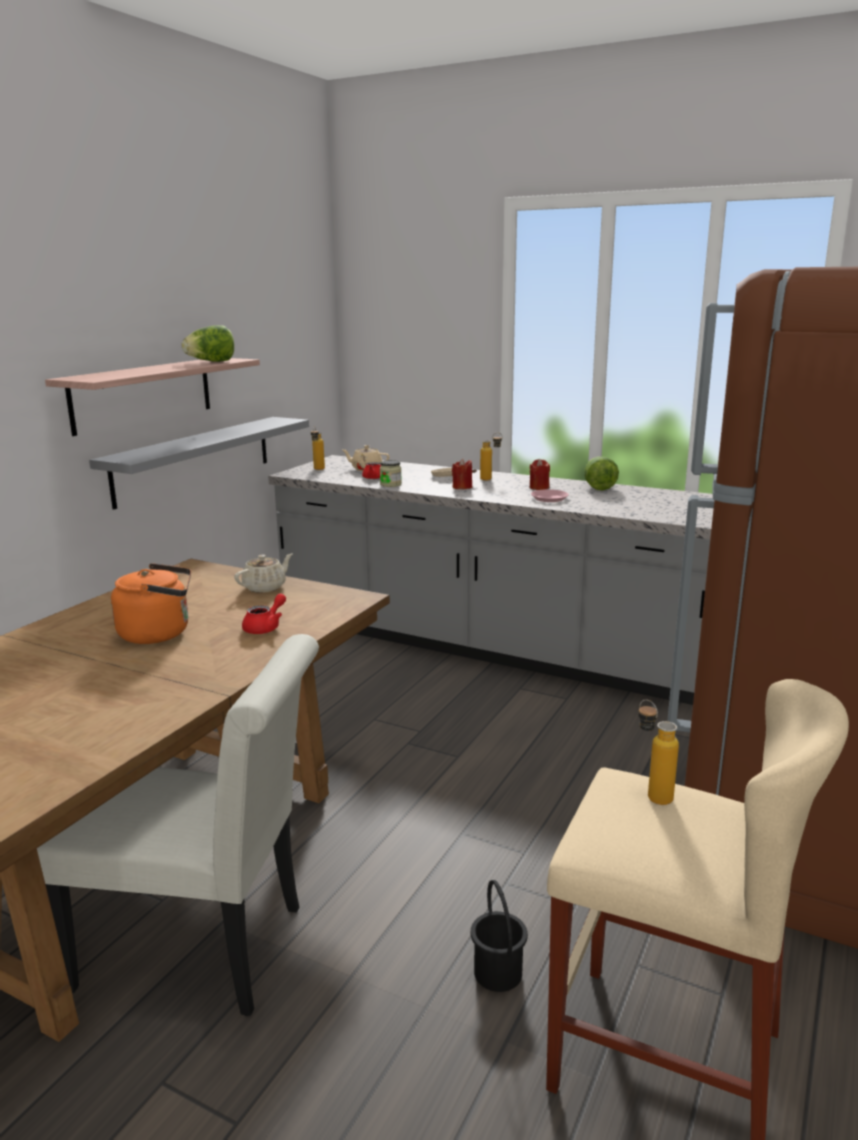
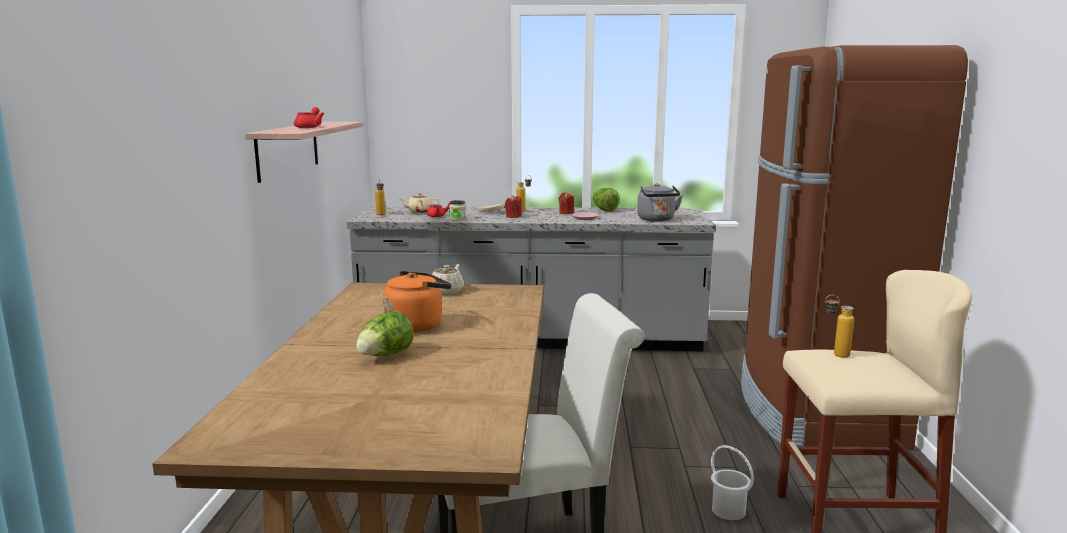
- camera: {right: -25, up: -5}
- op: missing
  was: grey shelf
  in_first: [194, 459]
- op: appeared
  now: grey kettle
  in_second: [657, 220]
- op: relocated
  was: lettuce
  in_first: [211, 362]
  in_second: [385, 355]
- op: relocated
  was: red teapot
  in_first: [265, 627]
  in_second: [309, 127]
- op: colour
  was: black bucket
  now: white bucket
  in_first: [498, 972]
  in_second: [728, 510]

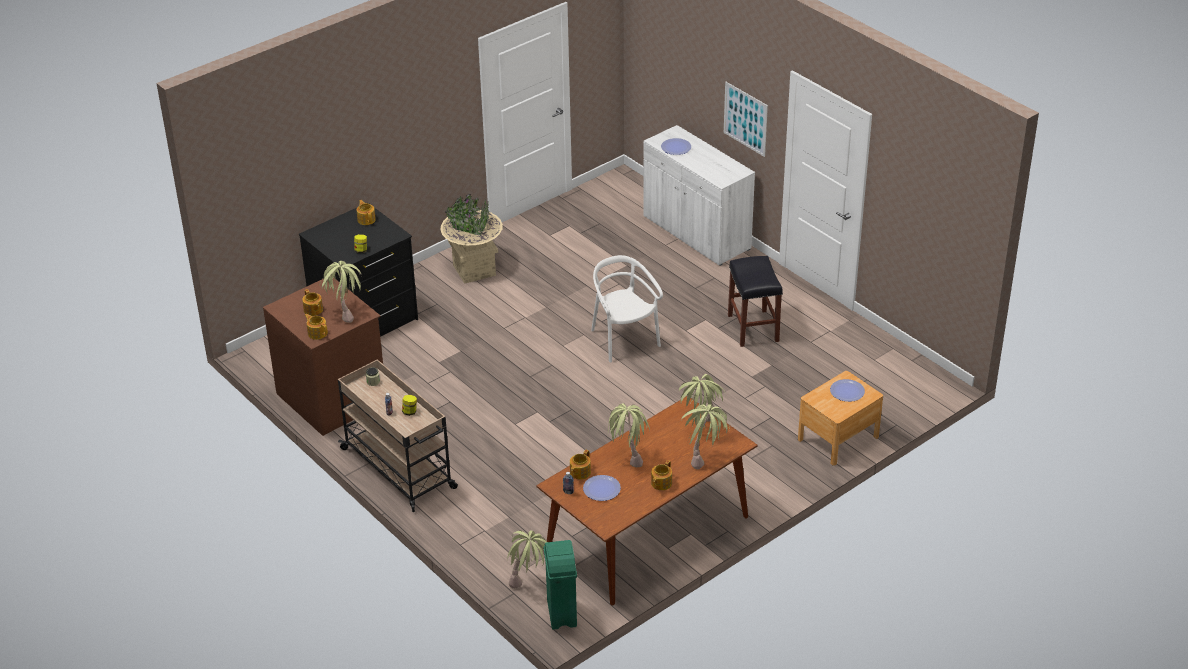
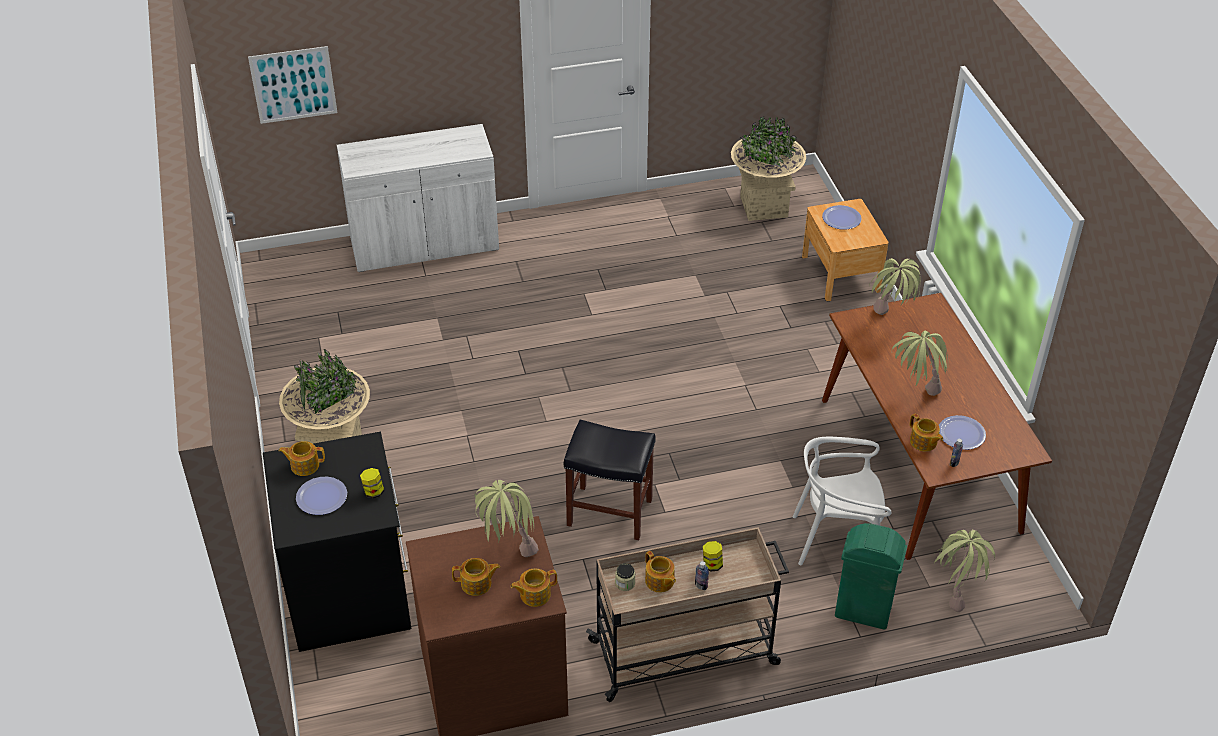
- camera: {right: -65, up: 5}
- op: missing
  was: potted plant
  in_first: [705, 458]
- op: appeared
  now: beige planter
  in_second: [764, 207]
- op: relocated
  was: green trash can
  in_first: [561, 614]
  in_second: [863, 612]
- op: relocated
  was: white chair
  in_first: [623, 340]
  in_second: [836, 540]
- op: relocated
  was: teapot
  in_first: [661, 483]
  in_second: [659, 581]
- op: relocated
  was: plate
  in_first: [676, 147]
  in_second: [321, 497]
- op: relocated
  was: picture
  in_first: [745, 119]
  in_second: [293, 85]
- op: relocated
  was: black stool
  in_first: [753, 328]
  in_second: [611, 512]

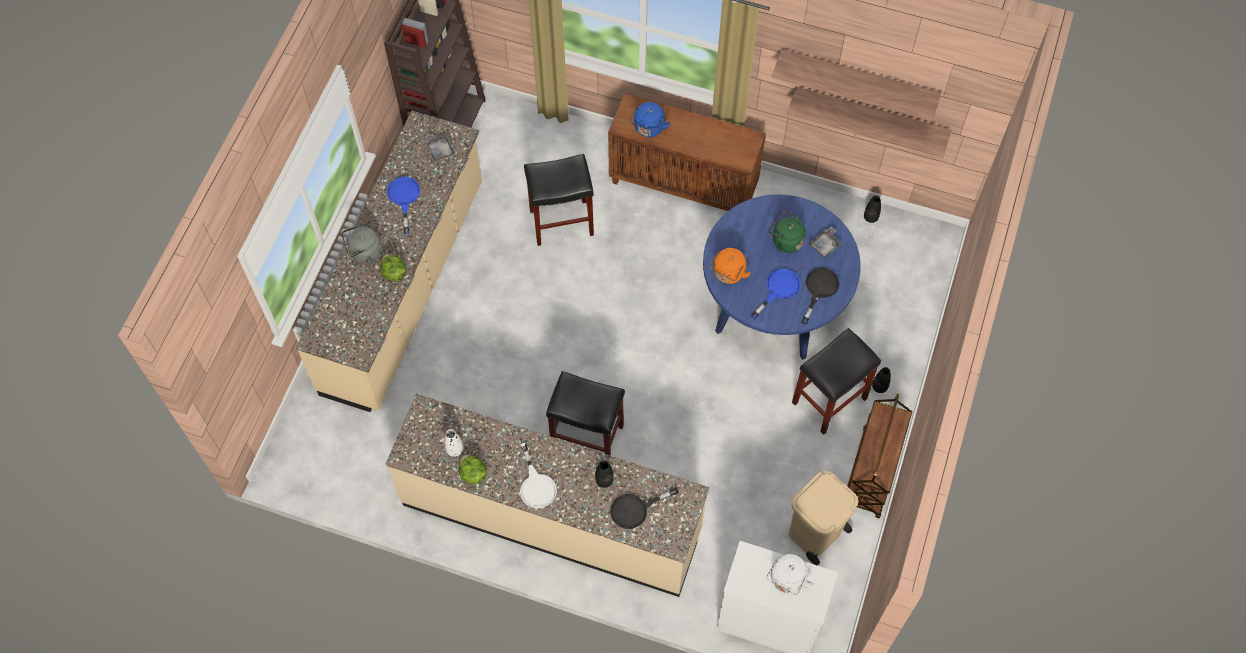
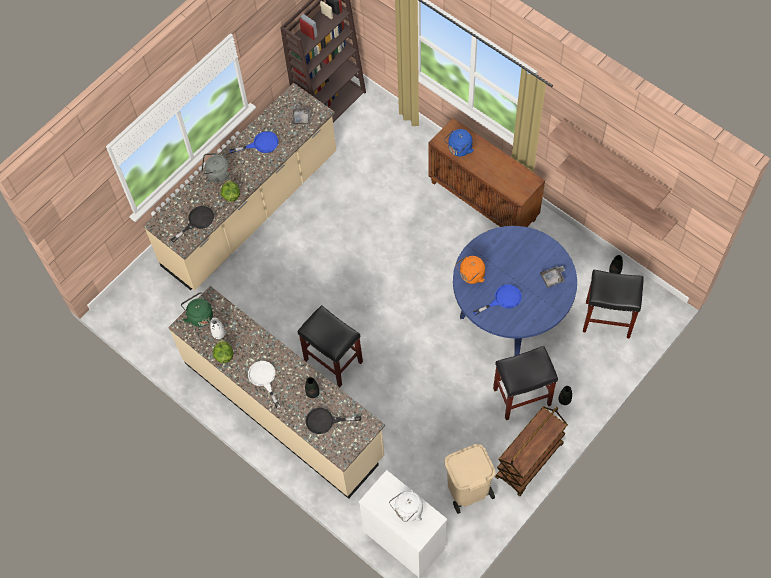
- camera: {right: 25, up: 0}
- op: relocated
  was: black stool
  in_first: [560, 223]
  in_second: [606, 319]
- op: relocated
  was: green kettle
  in_first: [785, 240]
  in_second: [199, 315]
- op: relocated
  was: black frying pan
  in_first: [819, 290]
  in_second: [197, 221]
- op: spun
  was: blue frying pan
  in_first: [404, 198]
  in_second: [261, 144]
  clockwise: 60
- op: spun
  was: white frying pan
  in_first: [536, 485]
  in_second: [264, 379]
  clockwise: 150

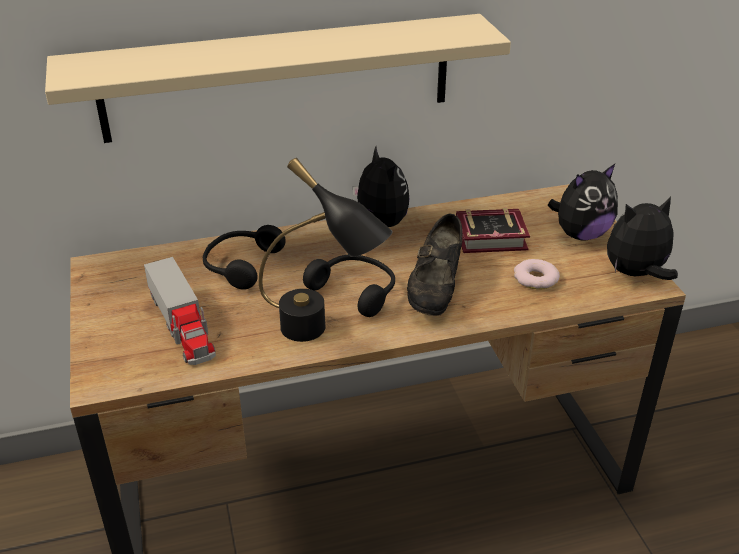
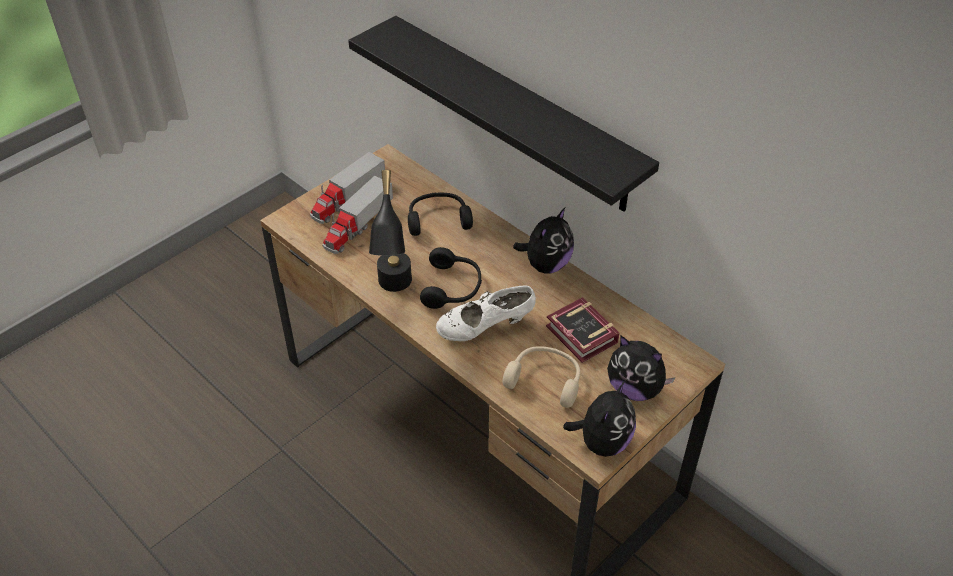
- camera: {right: 60, up: 10}
- op: appeared
  now: toy truck
  in_second: [348, 198]
- op: exchanged
  was: donut
  now: beige headphones
  in_first: [535, 279]
  in_second: [545, 380]
- op: colour
  was: beige shelf
  now: black shelf
  in_first: [278, 78]
  in_second: [515, 113]
- op: colour
  was: black shoe
  now: white shoe
  in_first: [435, 290]
  in_second: [485, 328]
- op: spun
  was: plush toy
  in_first: [636, 274]
  in_second: [602, 442]
  clockwise: 75

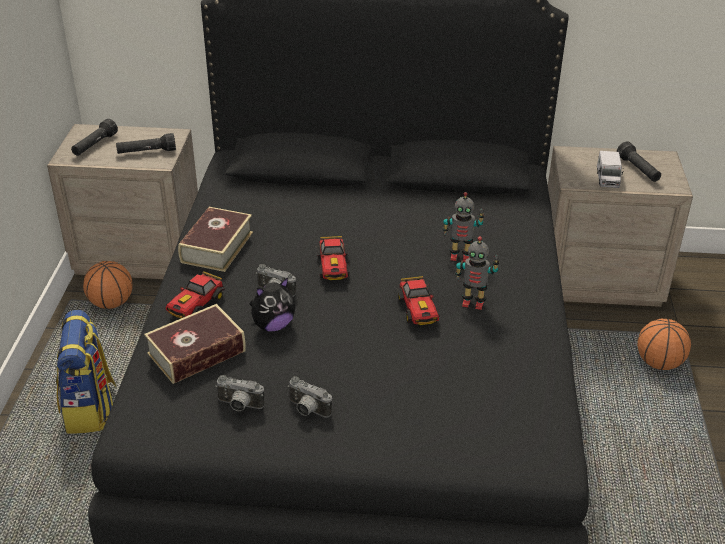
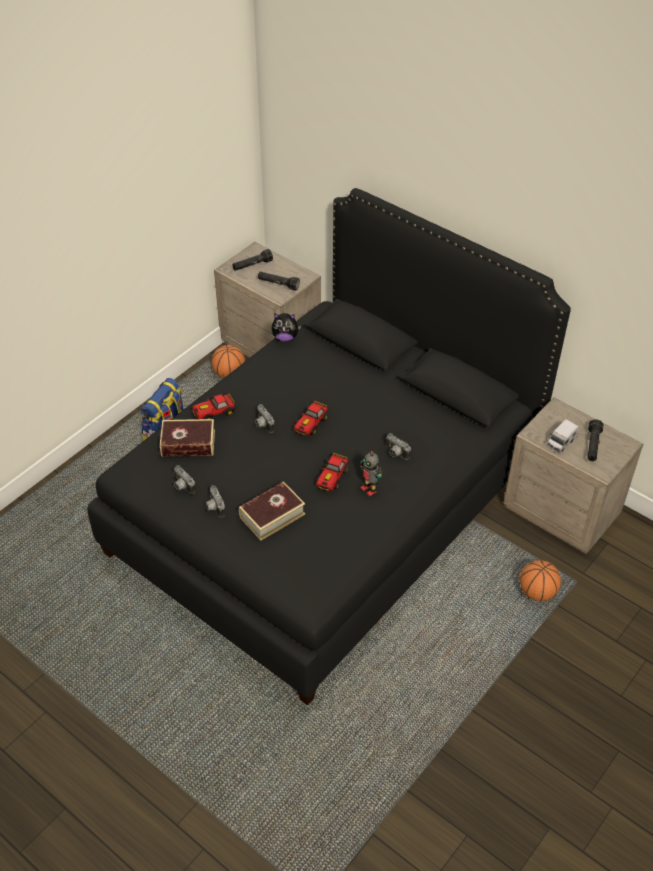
- camera: {right: 35, up: 10}
- op: relocated
  was: book
  in_first: [217, 247]
  in_second: [272, 515]
- op: relocated
  was: plush toy
  in_first: [273, 325]
  in_second: [285, 337]
- op: exchanged
  was: toy robot
  now: photo camera
  in_first: [460, 256]
  in_second: [395, 453]

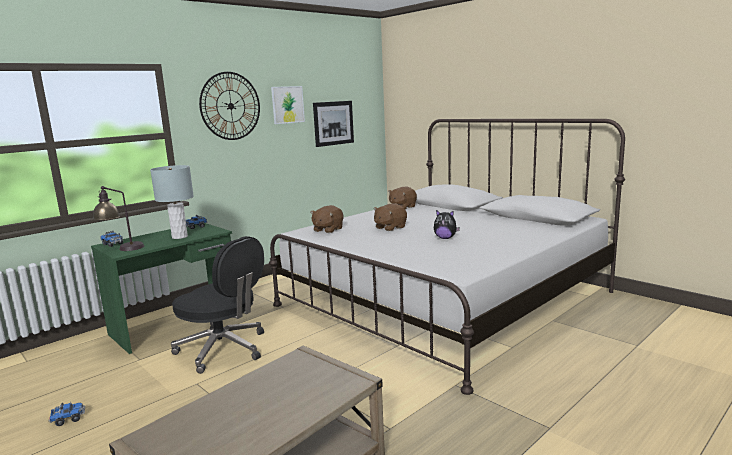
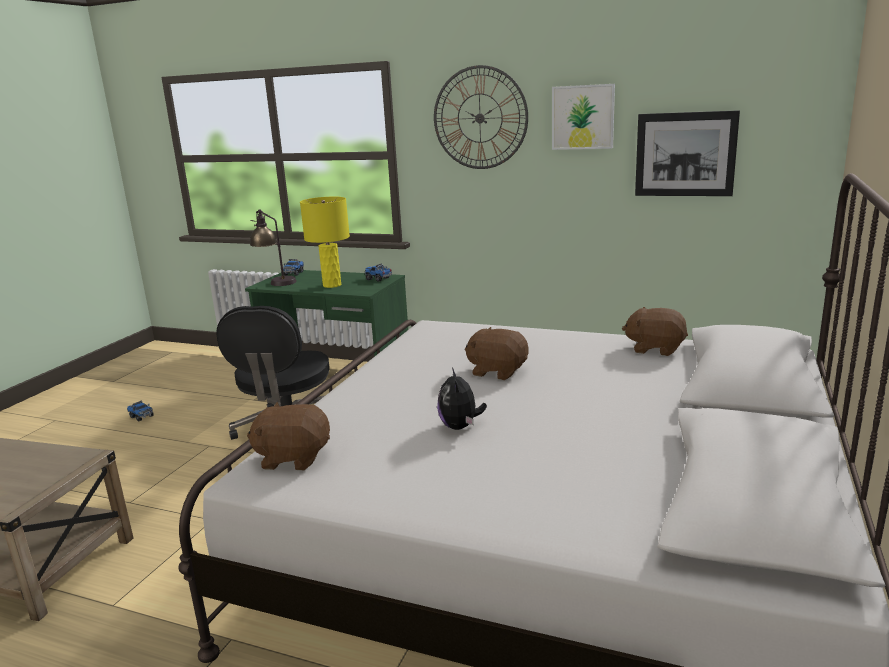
- camera: {right: 65, up: 5}
- op: relocated
  was: brown plush toy
  in_first: [327, 230]
  in_second: [293, 458]
- op: colour
  was: grey table lamp
  now: yellow table lamp
  in_first: [179, 237]
  in_second: [331, 285]

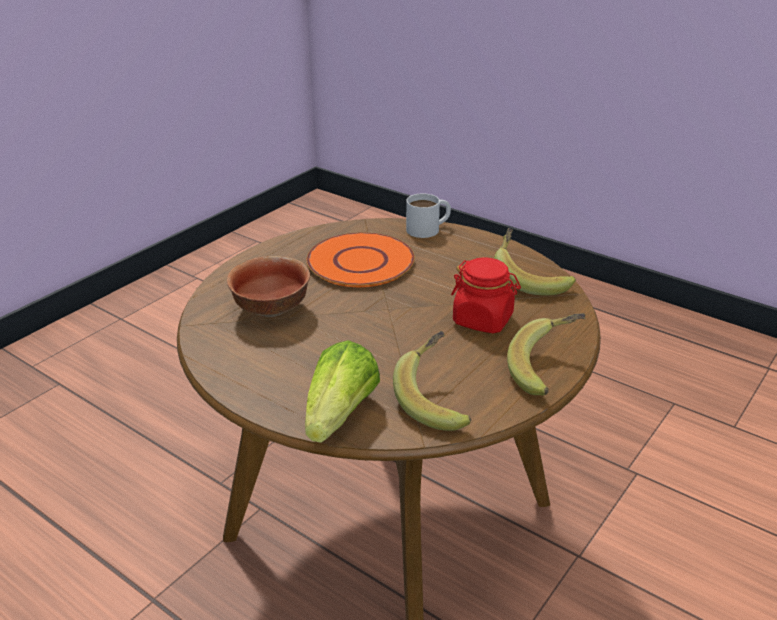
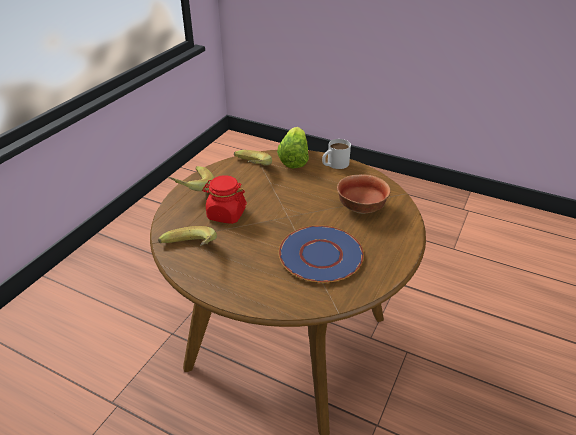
- camera: {right: 170, up: 5}
- op: relocated
  was: white mug
  in_first: [428, 228]
  in_second: [334, 164]
- op: colour
  was: orange plate
  now: blue plate
  in_first: [360, 261]
  in_second: [321, 255]

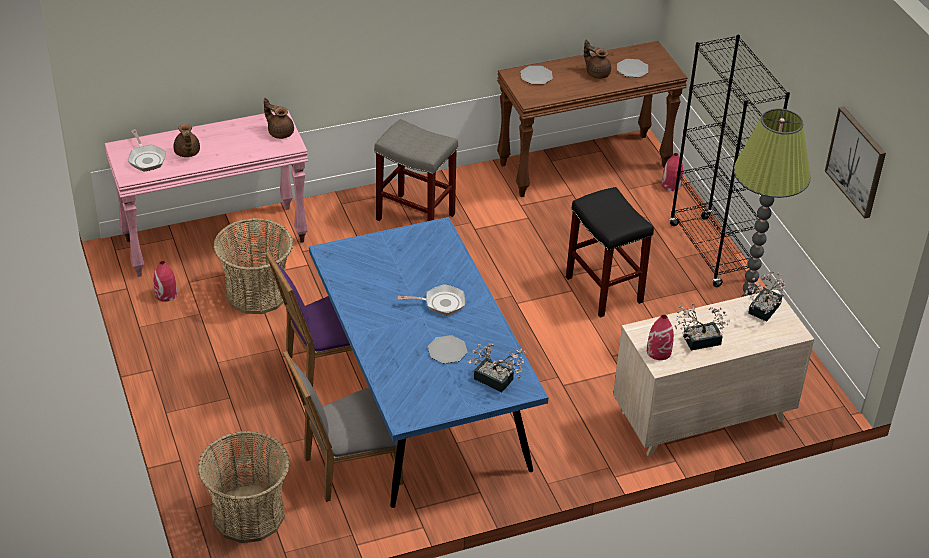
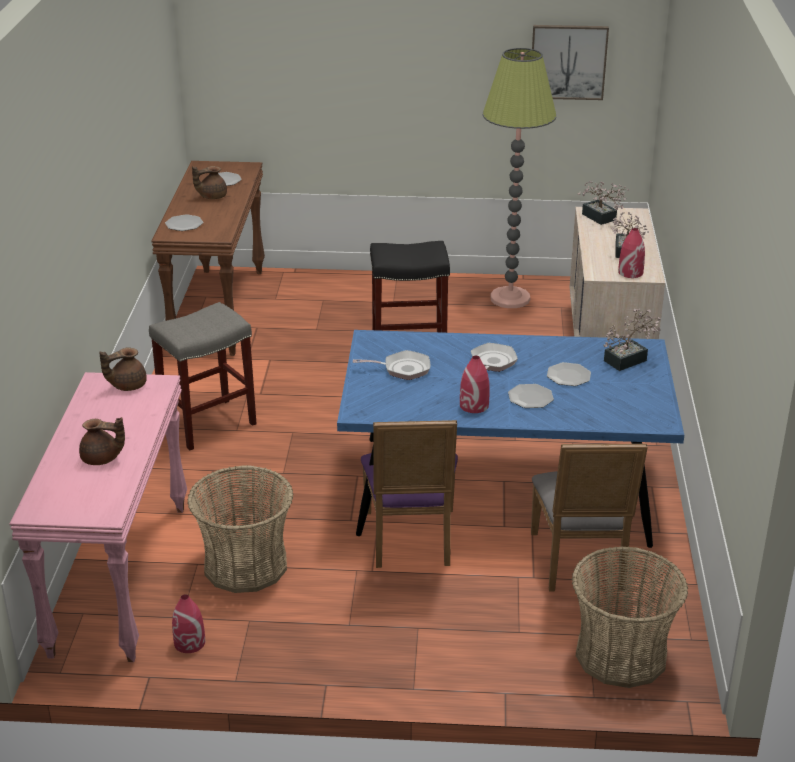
- camera: {right: -65, up: -10}
- op: missing
  was: black bookcase
  in_first: [711, 252]
- op: appeared
  now: plate
  in_second: [530, 397]
- op: relocated
  was: frying pan
  in_first: [146, 159]
  in_second: [402, 369]
- op: relocated
  was: red vase
  in_first: [671, 185]
  in_second: [474, 405]

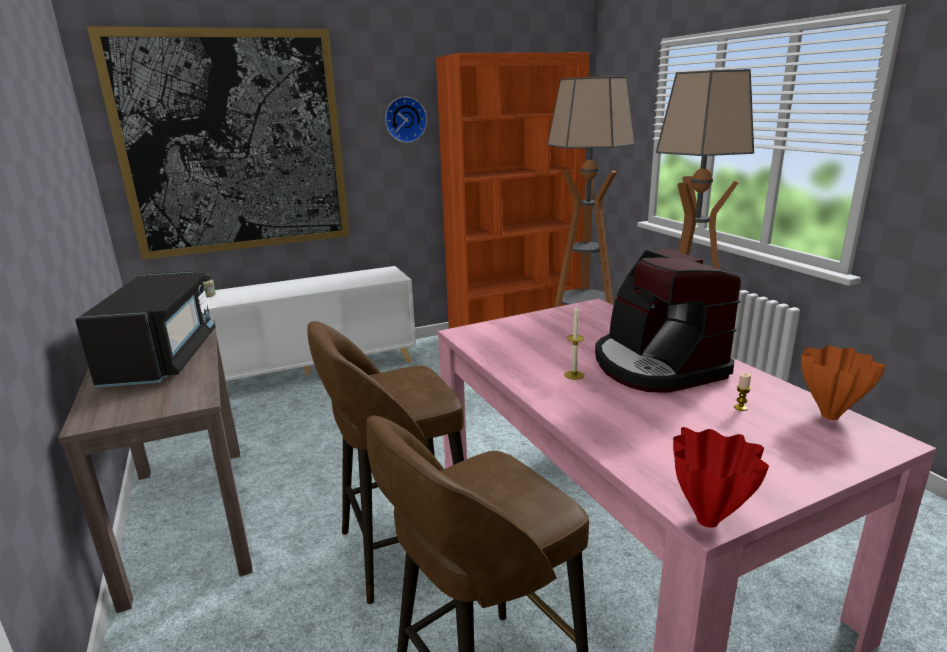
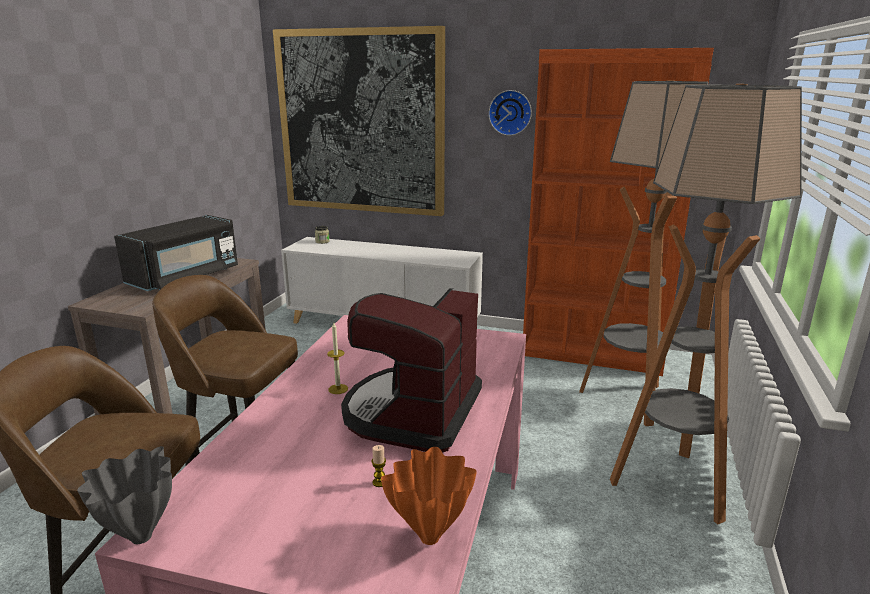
- camera: {right: 40, up: 0}
- op: colour
  was: red vase
  now: grey vase
  in_first: [708, 522]
  in_second: [140, 538]

